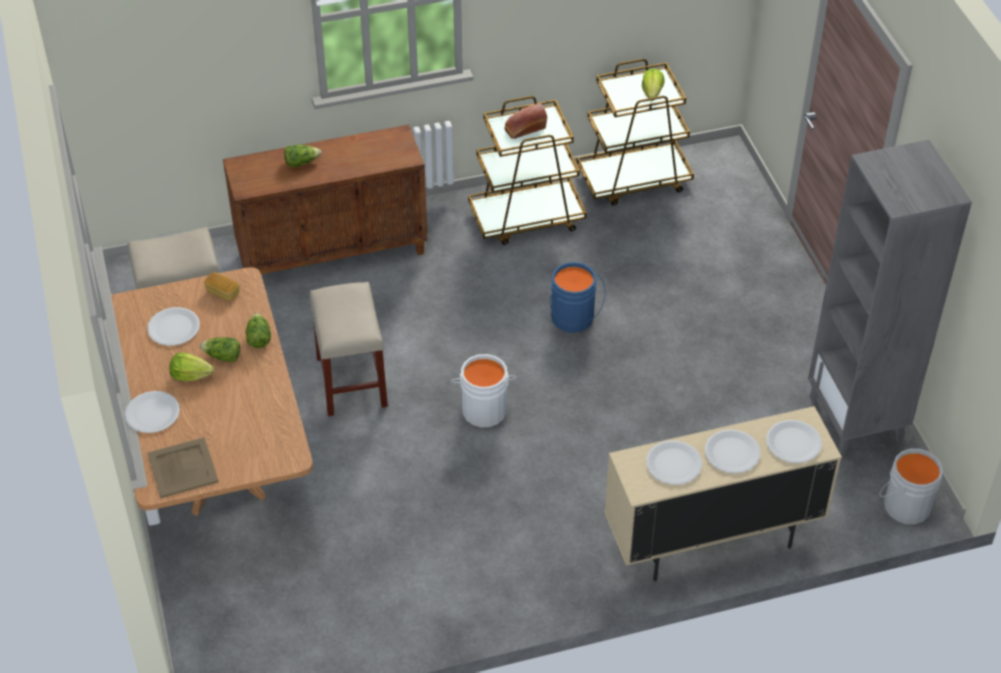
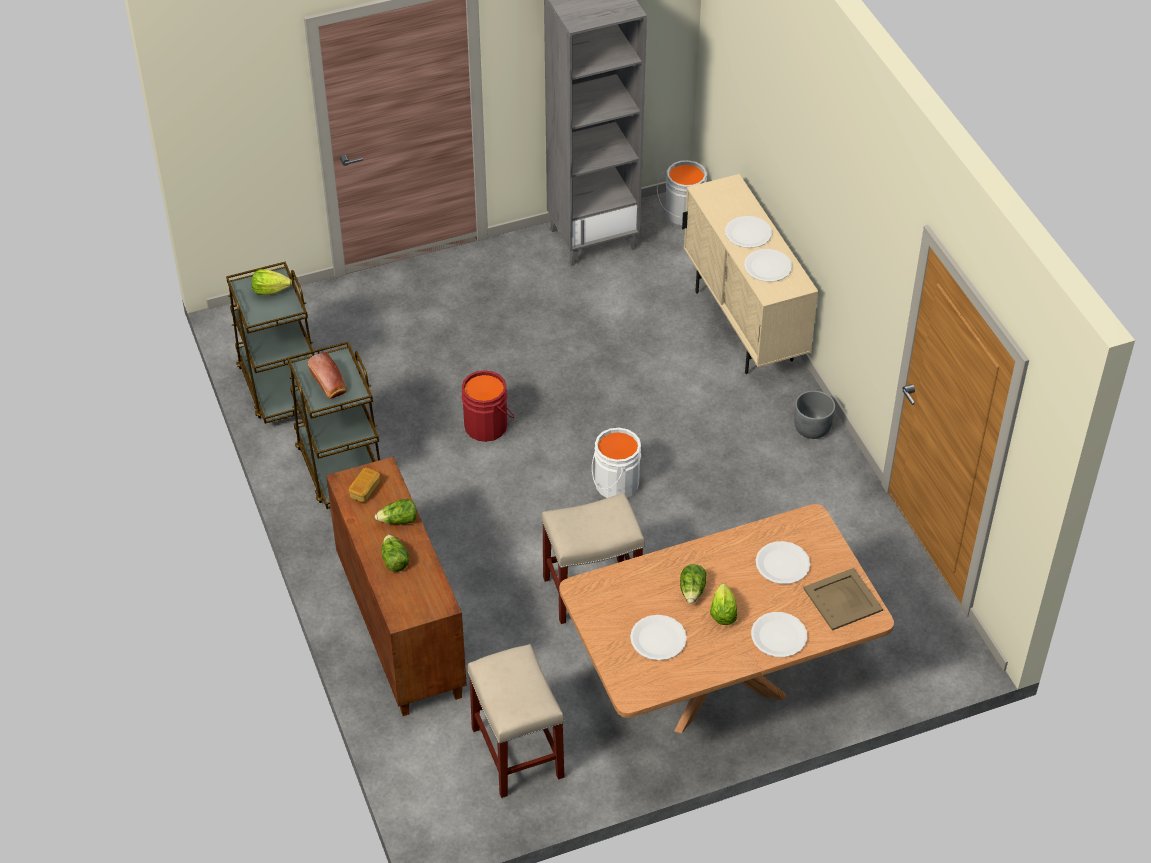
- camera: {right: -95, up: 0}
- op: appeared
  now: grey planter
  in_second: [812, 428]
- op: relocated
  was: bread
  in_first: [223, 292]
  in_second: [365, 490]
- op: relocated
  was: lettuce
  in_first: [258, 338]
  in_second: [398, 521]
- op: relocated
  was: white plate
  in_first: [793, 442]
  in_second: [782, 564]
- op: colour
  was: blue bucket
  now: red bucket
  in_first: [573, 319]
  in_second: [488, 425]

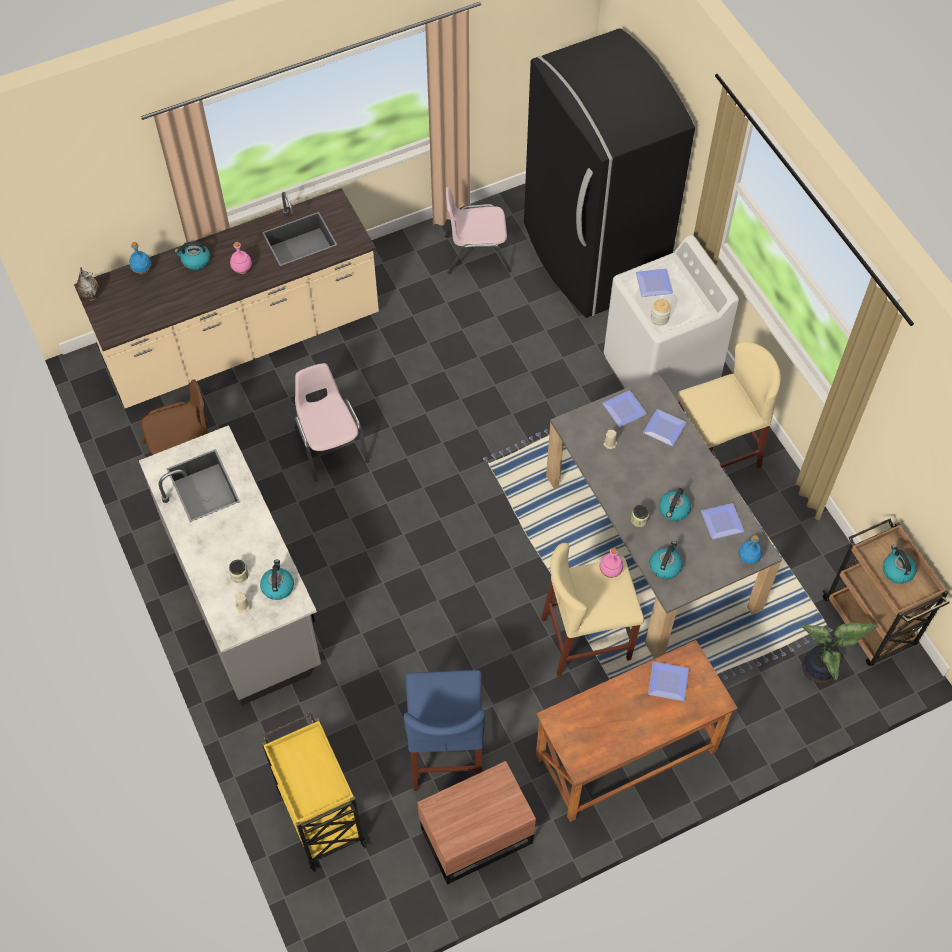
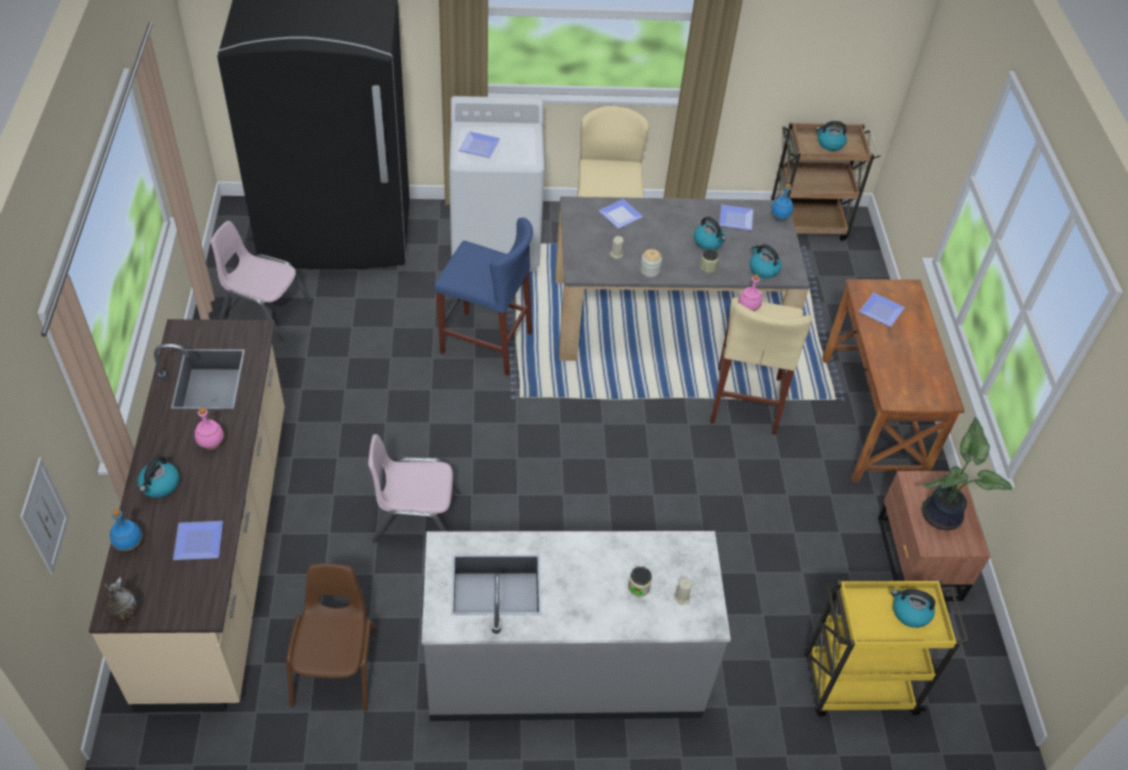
- camera: {right: -70, up: -10}
- op: appeared
  now: picture
  in_second: [44, 516]
- op: relocated
  was: kettle
  in_first: [277, 586]
  in_second: [910, 612]
- op: relocated
  was: blue stool
  in_first: [446, 751]
  in_second: [486, 342]
- op: relocated
  was: plate
  in_first: [624, 408]
  in_second: [197, 540]
- op: relocated
  was: jar
  in_first: [659, 318]
  in_second: [649, 270]
- op: relocated
  was: potted plant
  in_first: [820, 670]
  in_second: [943, 514]
- op: spun
  was: pink chair
  in_first: [477, 253]
  in_second: [264, 311]
  clockwise: 90

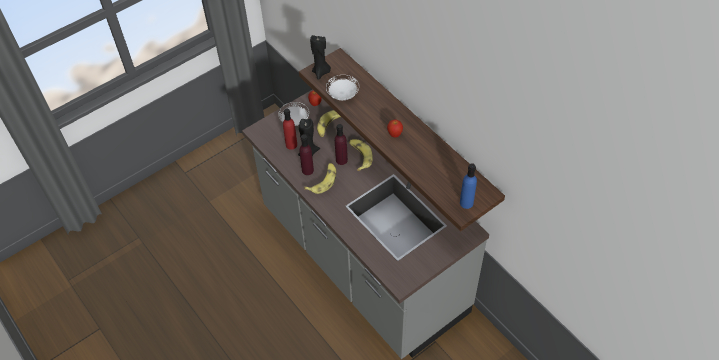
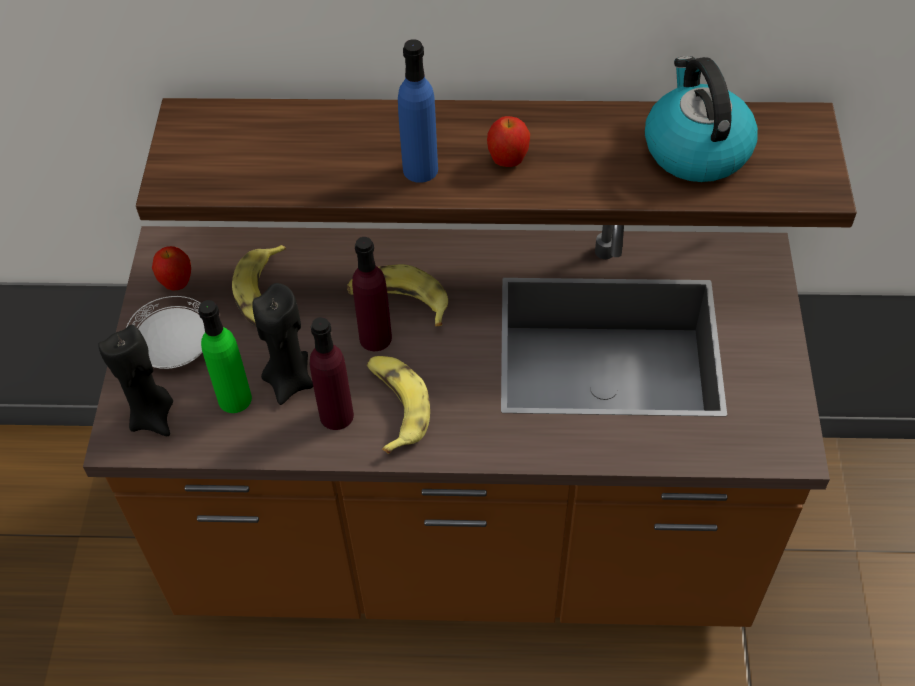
- camera: {right: -50, up: 0}
- op: missing
  was: white plate
  in_first: [343, 94]
- op: appeared
  now: kettle
  in_second: [695, 149]
- op: relocated
  was: black candle
  in_first: [321, 72]
  in_second: [153, 416]
- op: relocated
  was: blue bottle
  in_first: [466, 203]
  in_second: [420, 169]
- op: colour
  was: grey counter
  now: brown counter
  in_first: [362, 262]
  in_second: [463, 542]
- op: colour
  was: red bottle
  now: green bottle
  in_first: [291, 145]
  in_second: [234, 399]

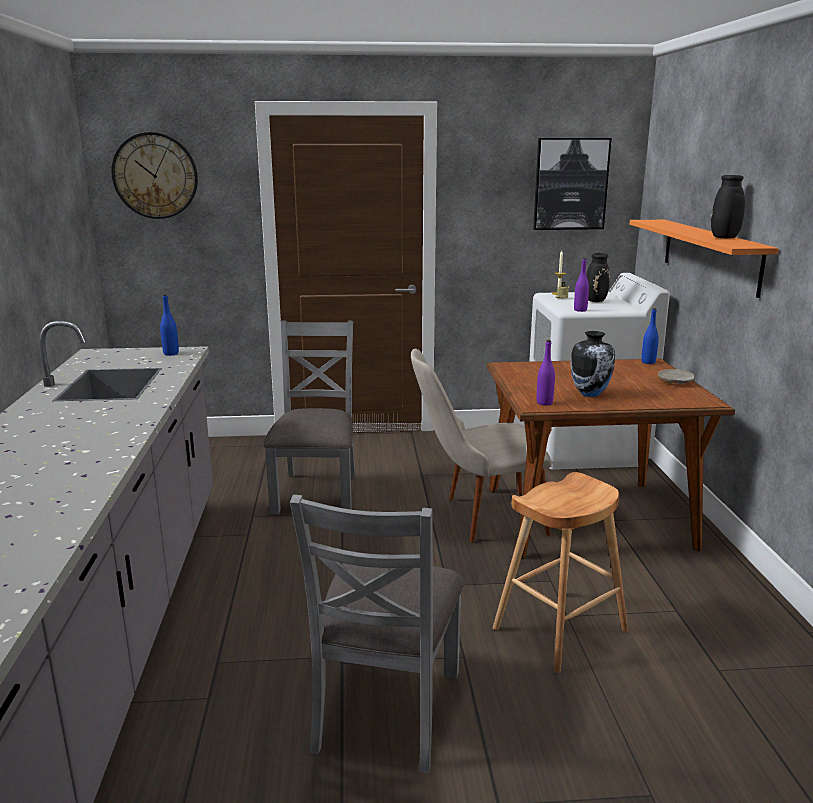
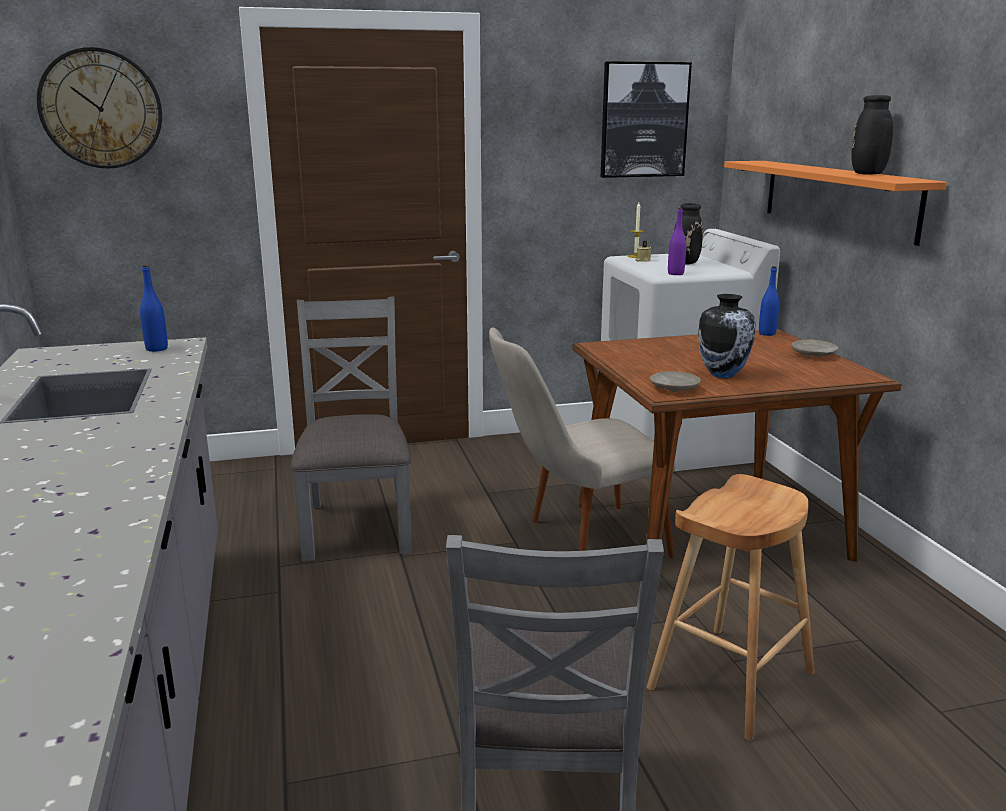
- camera: {right: -10, up: 0}
- op: exchanged
  was: purple bottle
  now: beige plate
  in_first: [544, 403]
  in_second: [674, 388]

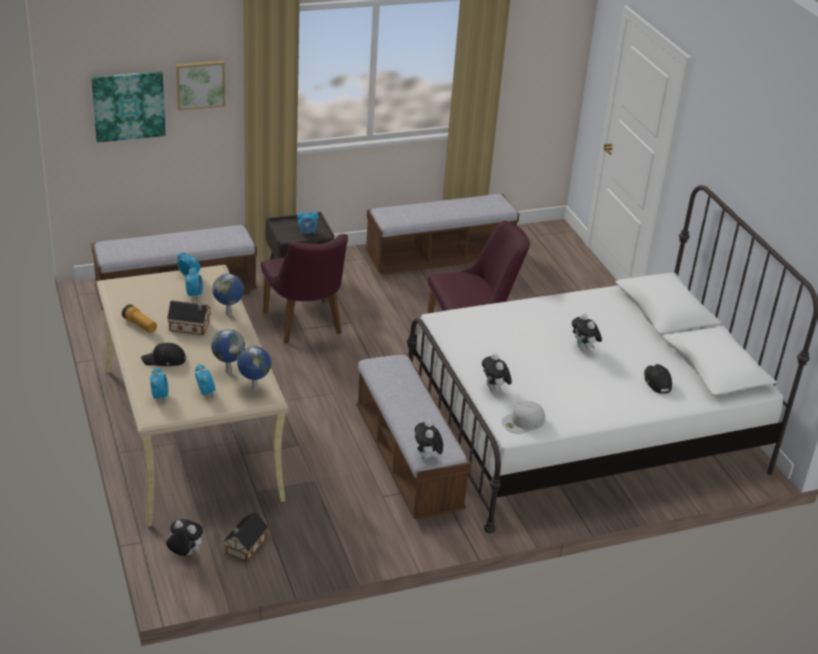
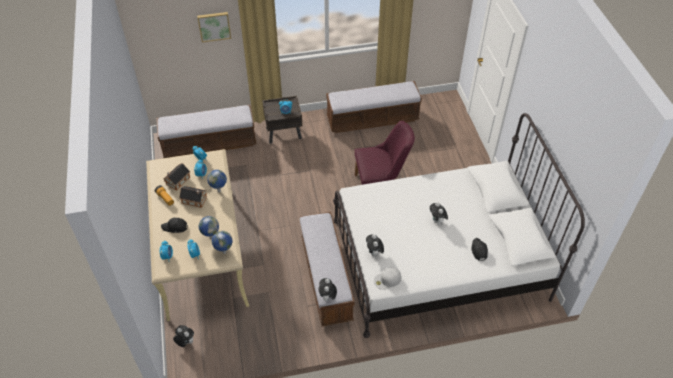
- camera: {right: 10, up: 15}
- op: missing
  was: picture
  in_first: [128, 105]
- op: missing
  was: purple chair
  in_first: [306, 326]
- op: relocated
  was: toy house
  in_first: [244, 547]
  in_second: [177, 181]

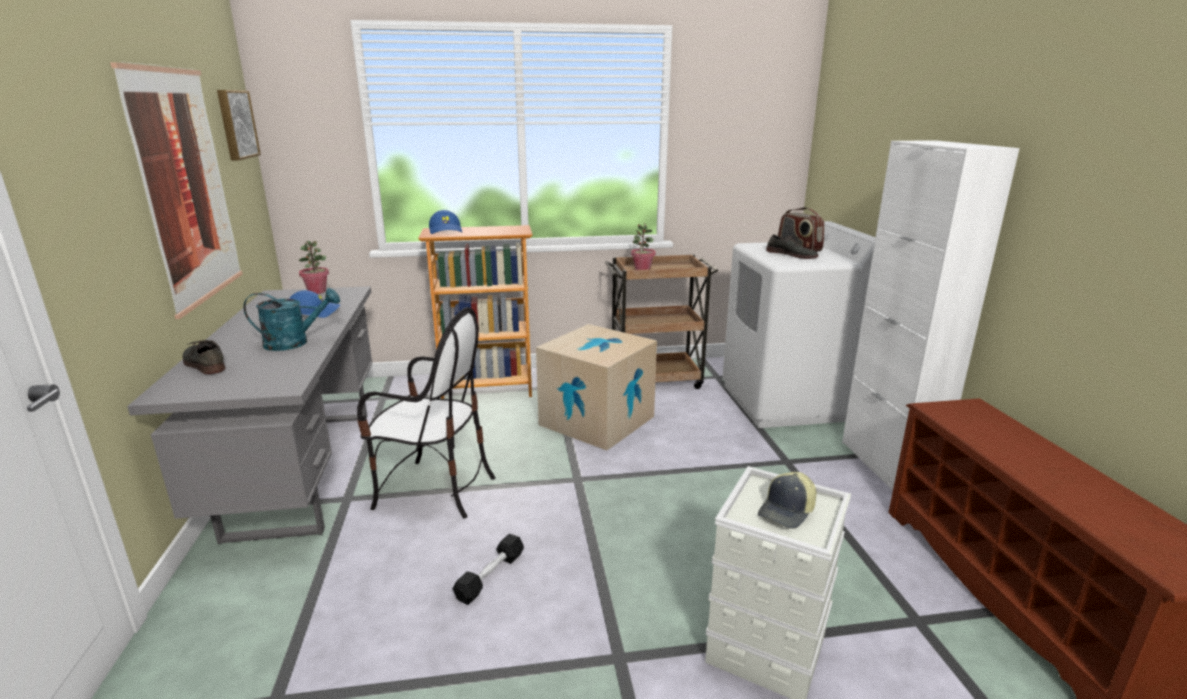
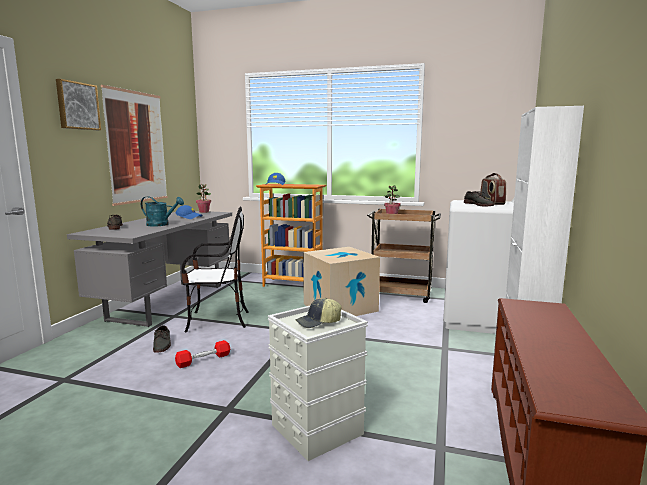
- camera: {right: 25, up: -10}
- op: appeared
  now: grey shoe
  in_second: [162, 344]
- op: relocated
  was: picture
  in_first: [236, 124]
  in_second: [77, 106]
- op: colour
  was: black dumbbell
  now: red dumbbell
  in_first: [490, 576]
  in_second: [203, 360]
- op: spun
  was: chair
  in_first: [434, 491]
  in_second: [217, 321]
  clockwise: -45

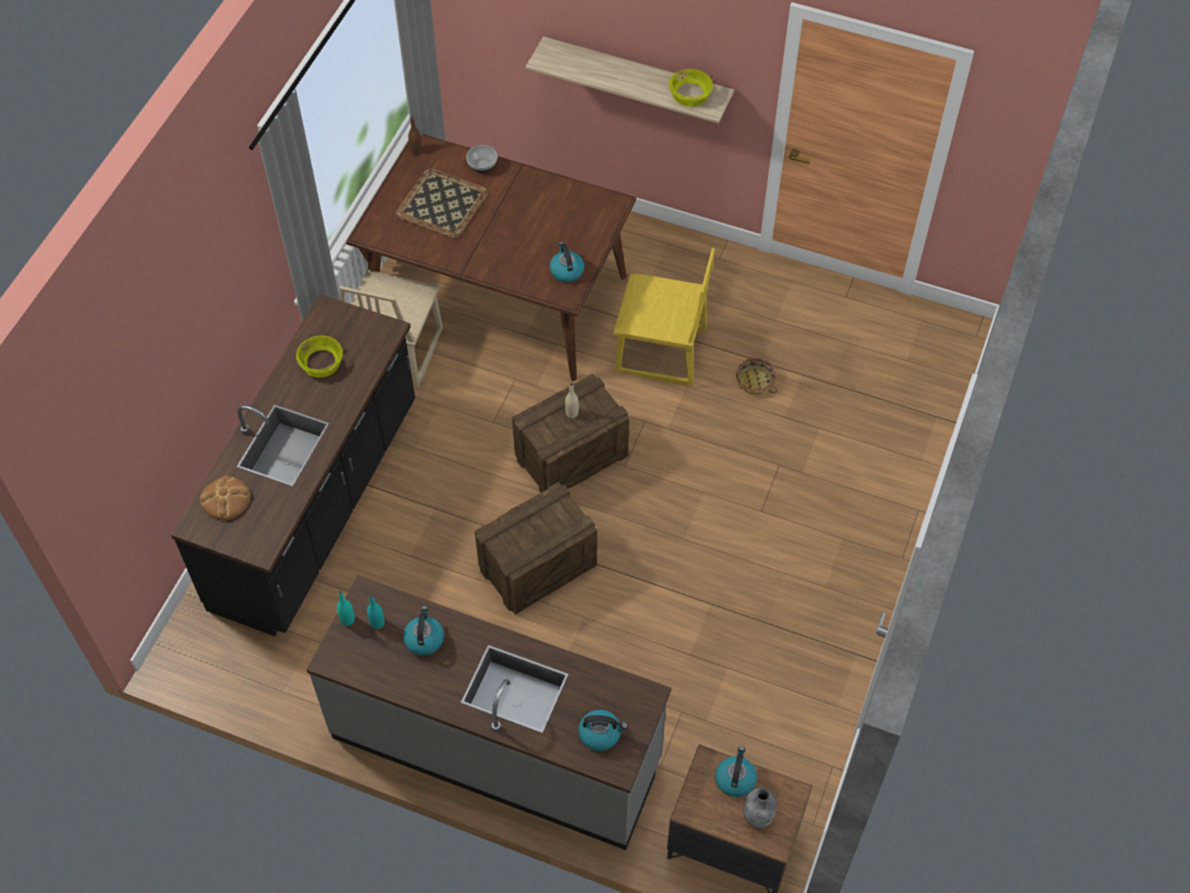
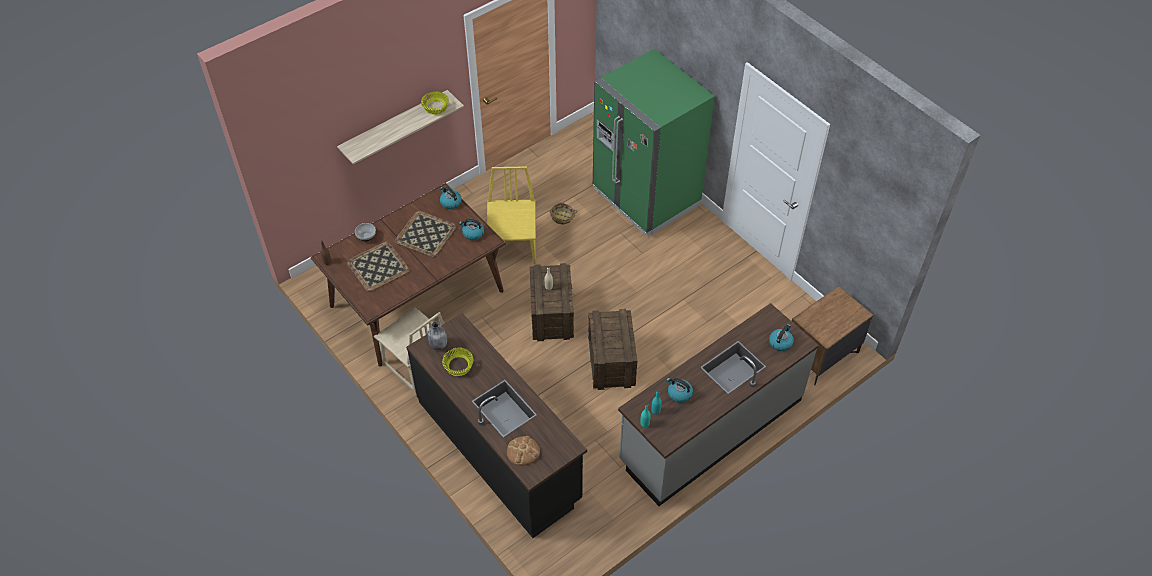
- camera: {right: -60, up: -5}
- op: appeared
  now: tray
  in_second: [426, 234]
- op: appeared
  now: green fridge
  in_second: [646, 197]
- op: relocated
  was: kettle
  in_first: [735, 779]
  in_second: [450, 202]
- op: relocated
  was: grey bottle
  in_first: [758, 816]
  in_second: [438, 344]
- op: spun
  was: yellow chair
  in_first: [661, 352]
  in_second: [513, 246]
  clockwise: -45

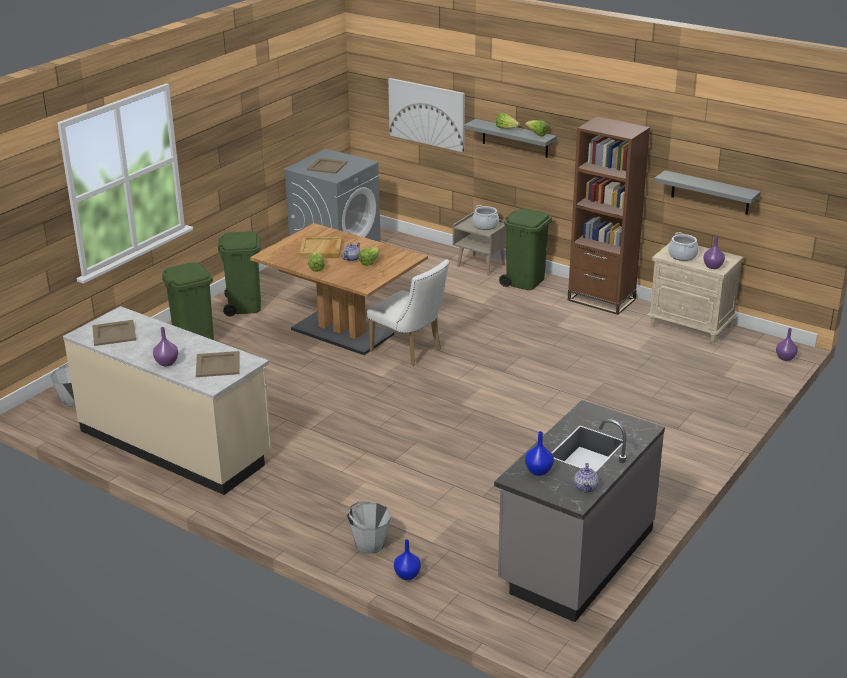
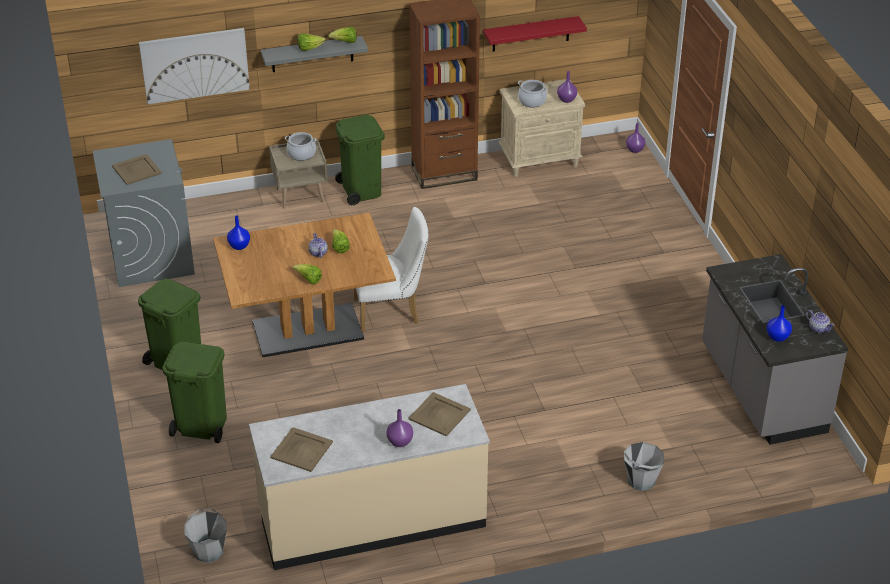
- camera: {right: -50, up: 10}
- op: missing
  was: beige tray
  in_first: [321, 250]
- op: relocated
  was: blue vase
  in_first: [407, 575]
  in_second: [239, 246]
- op: colour
  was: grey shelf
  now: red shelf
  in_first: [710, 193]
  in_second: [531, 34]

